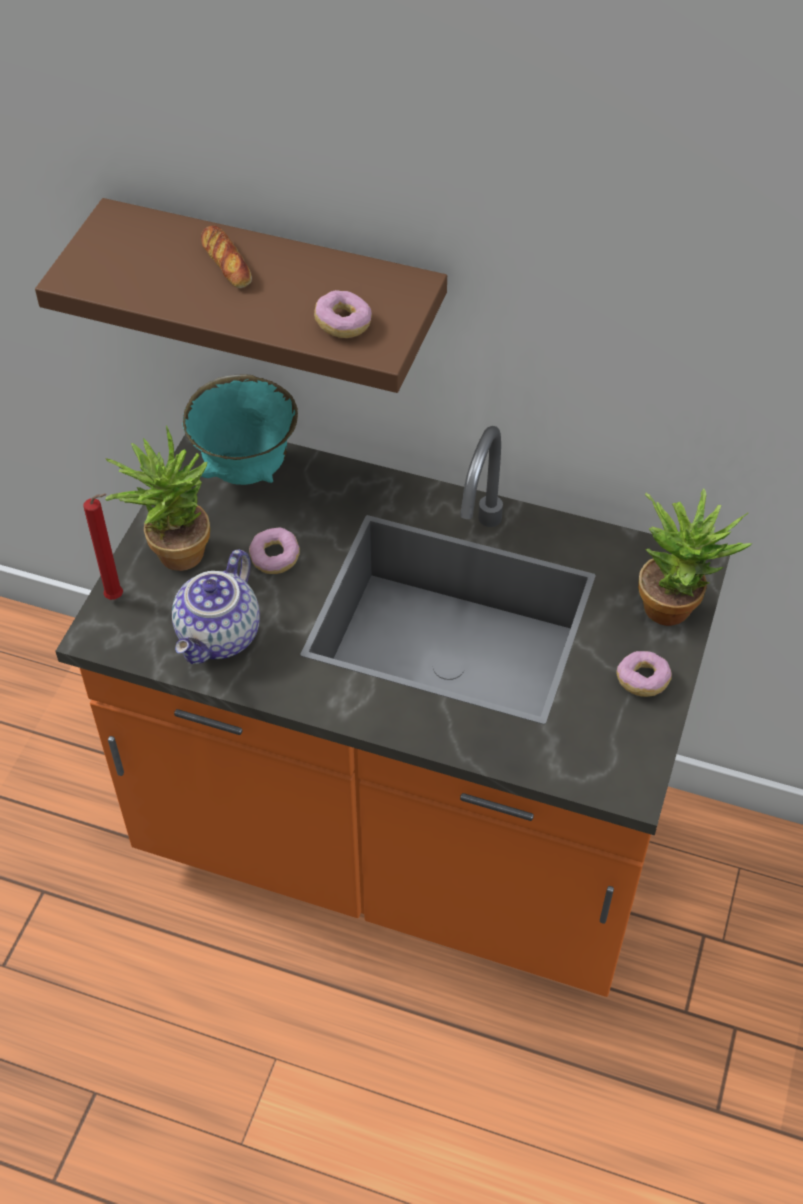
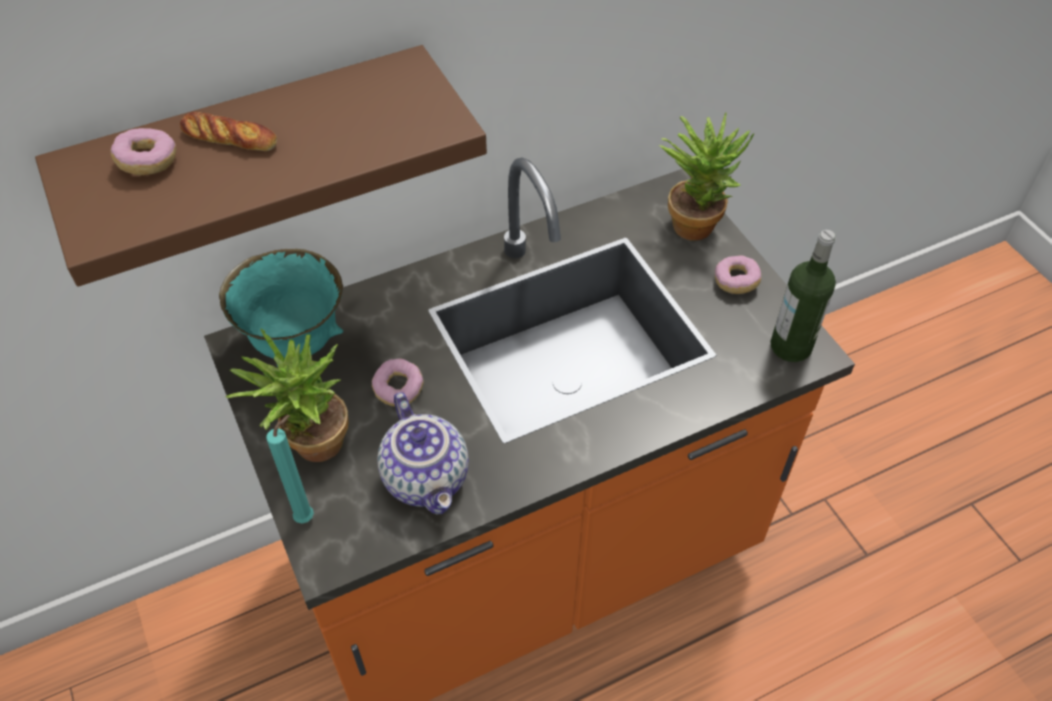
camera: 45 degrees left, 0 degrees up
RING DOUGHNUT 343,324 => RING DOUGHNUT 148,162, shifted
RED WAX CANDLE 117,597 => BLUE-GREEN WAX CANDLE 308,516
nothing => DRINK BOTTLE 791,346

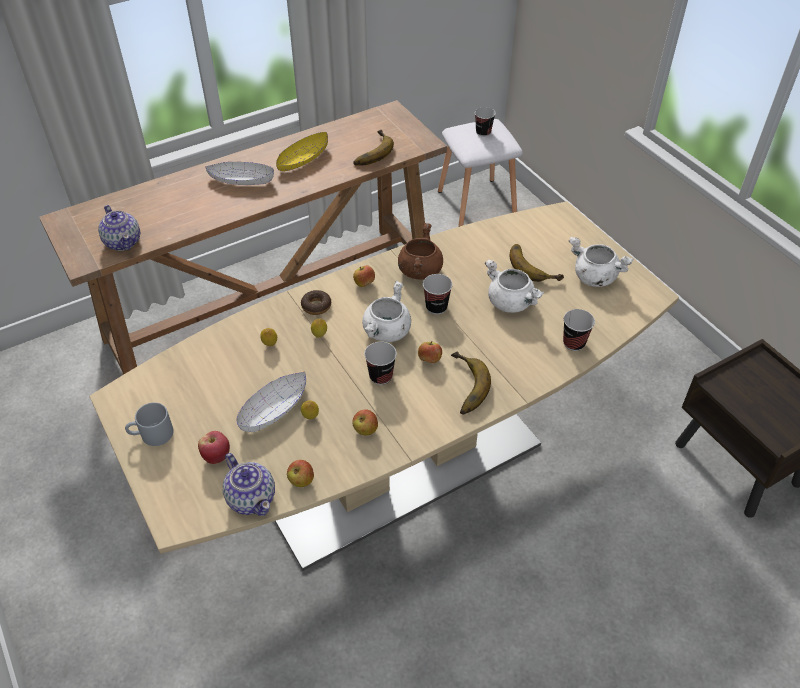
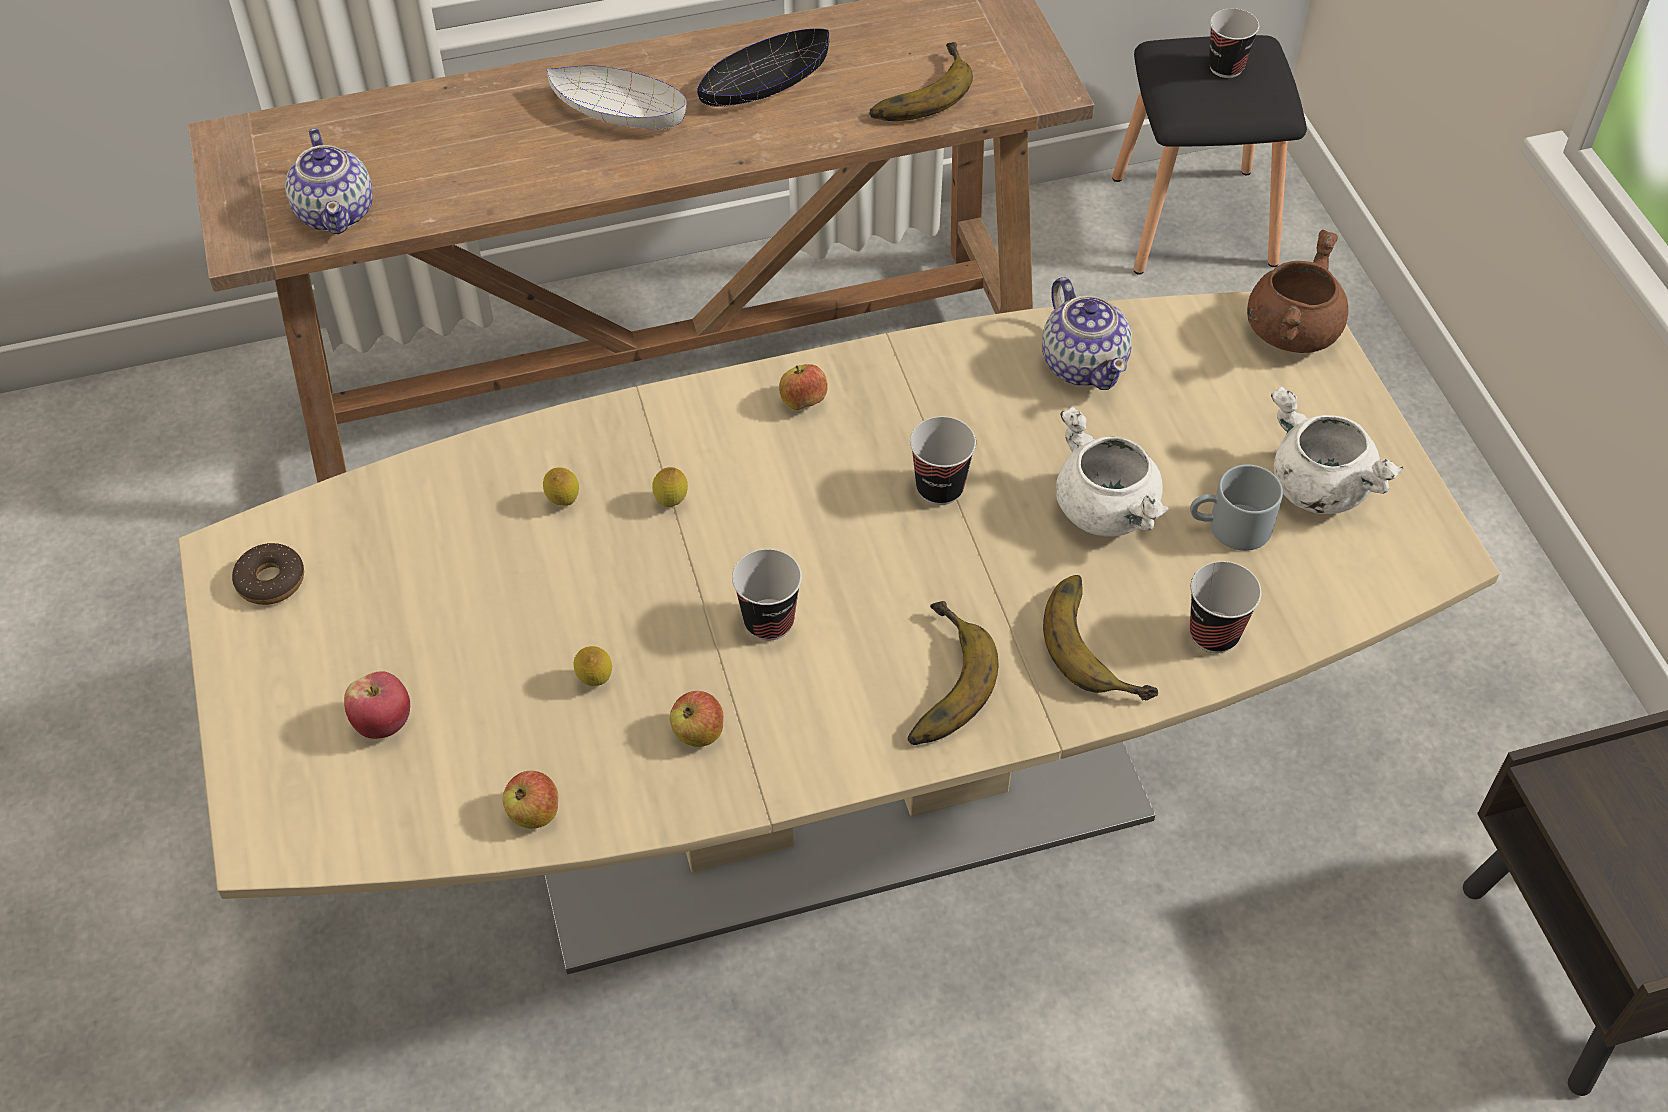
camera: 15 degrees right, 5 degrees up
RING DOUGHNUT 316,306 => RING DOUGHNUT 271,581, shifted
YELLOW BOWL 303,159 => BLACK BOWL 764,85
POT FOR TEA 251,498 => POT FOR TEA 1084,363, shifted
BANANA FRUIT 534,265 => BANANA FRUIT 1101,642, shifted
WHITE STOOL SEAT 475,202 => BLACK STOOL SEAT 1191,218
GREYISH COFFEE MUG 151,435 => GREYISH COFFEE MUG 1229,528, shifted
BROWNISH COOKING POT 419,270 => BROWNISH COOKING POT 1291,330, shifted
WHITE BOWL 274,409 => nothing
WHITE COOKING POT 387,332 => nothing
APPLE FRUIT 429,359 => nothing

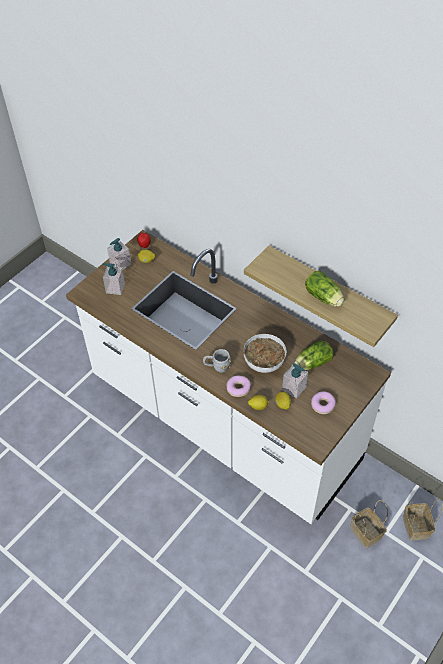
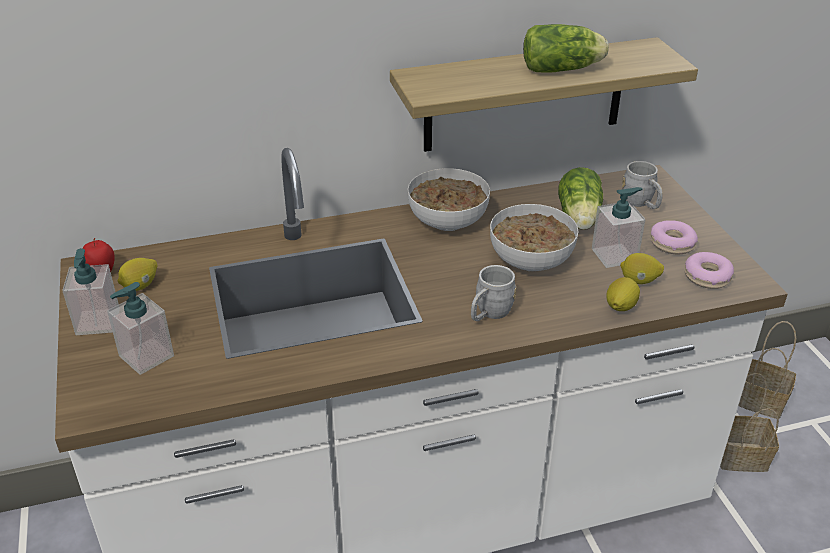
camera: 55 degrees left, 15 degrees down
nothing => BOWL 447,222
nothing => GREYISH COFFEE MUG 641,204
RING DOUGHNUT 238,388 => RING DOUGHNUT 707,276, shifted

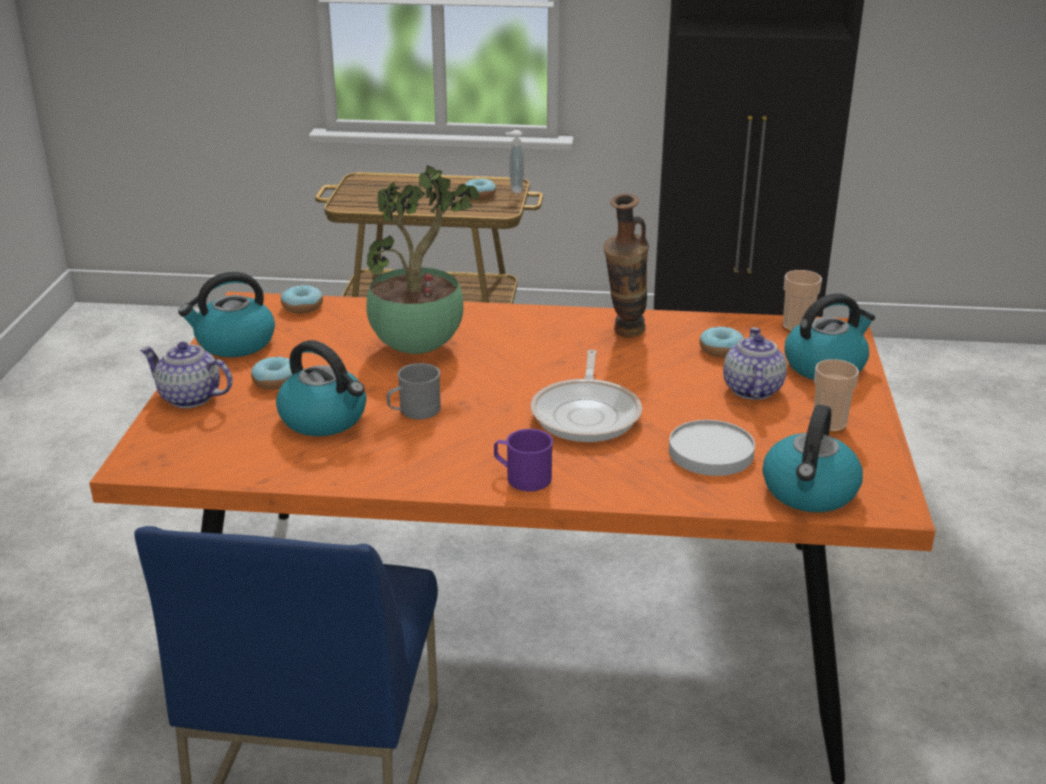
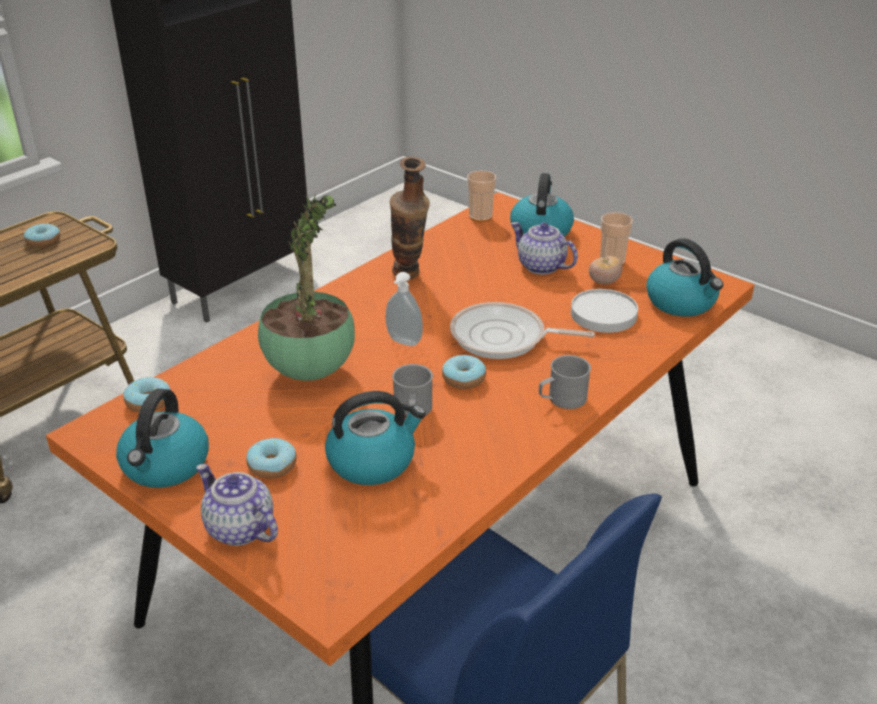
camera: 55 degrees left, 5 degrees up
POT FOR TEA 189,398 => POT FOR TEA 239,529, 75 degrees clockwise
SOAP DISPENSER 515,190 => SOAP DISPENSER 403,342, shifted
RING DOUGHNUT 721,350 => RING DOUGHNUT 463,379, shifted
PAN 587,414 => PAN 503,338, 150 degrees clockwise
PURPLE-COLOURED COFFEE MUG 522,477 => GREYISH COFFEE MUG 562,399
nothing => FRESH TOMATO 604,282

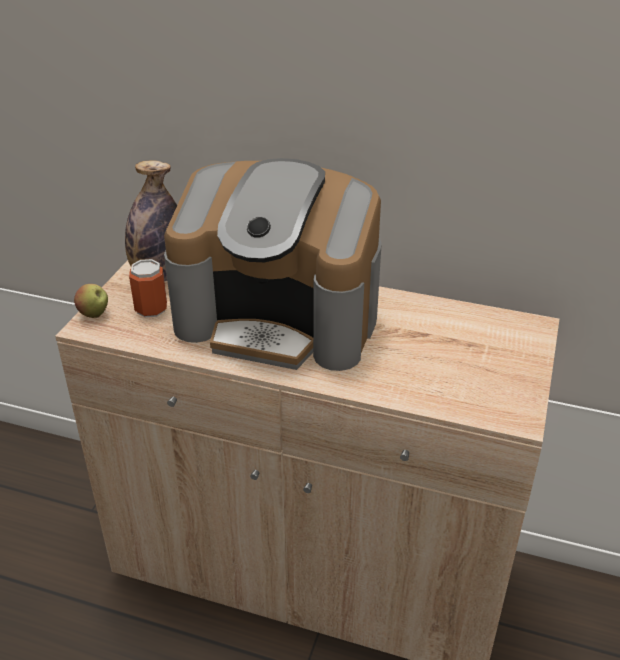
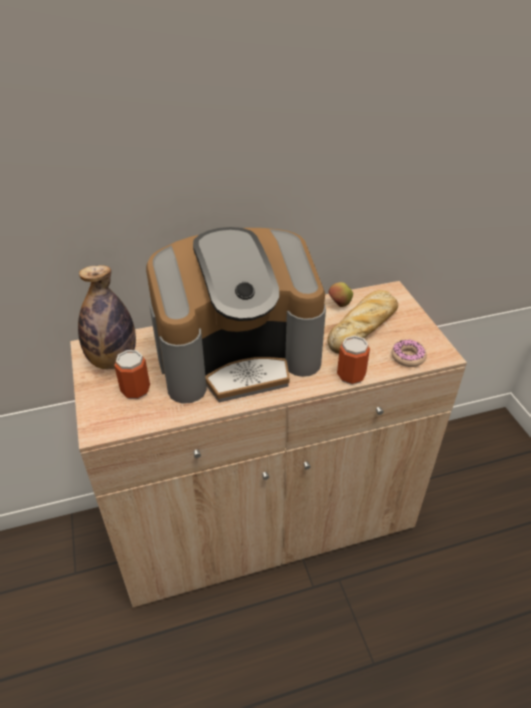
camera: 35 degrees left, 5 degrees up
APPLE FRUIT 94,314 => APPLE FRUIT 339,304, shifted
nothing => BAKERY BREAD 363,326
nothing => METAL CAN 351,375
nothing => RING DOUGHNUT 408,357

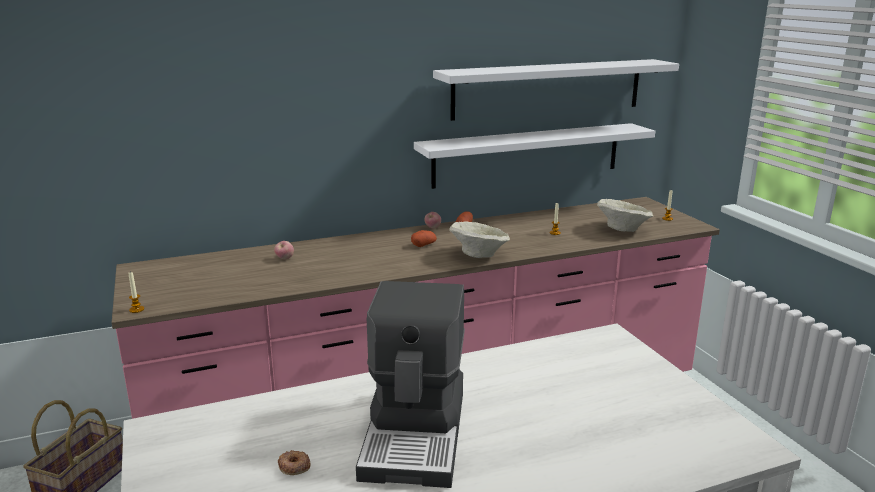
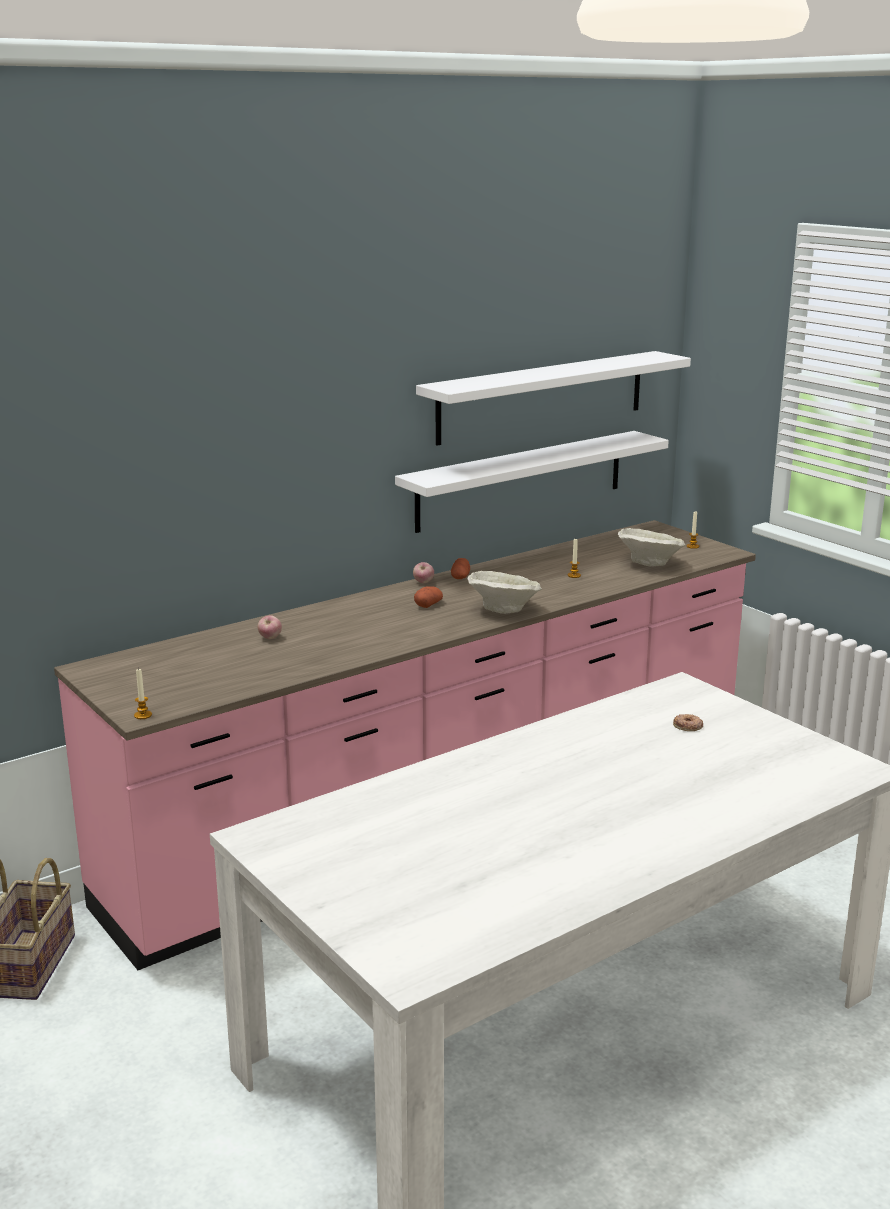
camera: 15 degrees left, 0 degrees up
RING DOUGHNUT 294,466 => RING DOUGHNUT 688,726, shifted
COFFEE MACHINE 416,434 => nothing

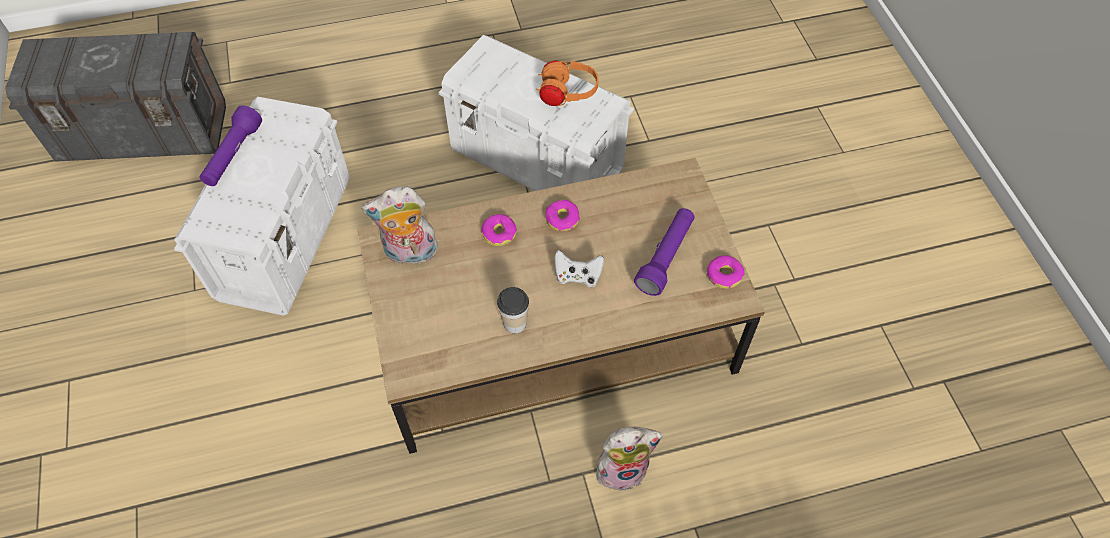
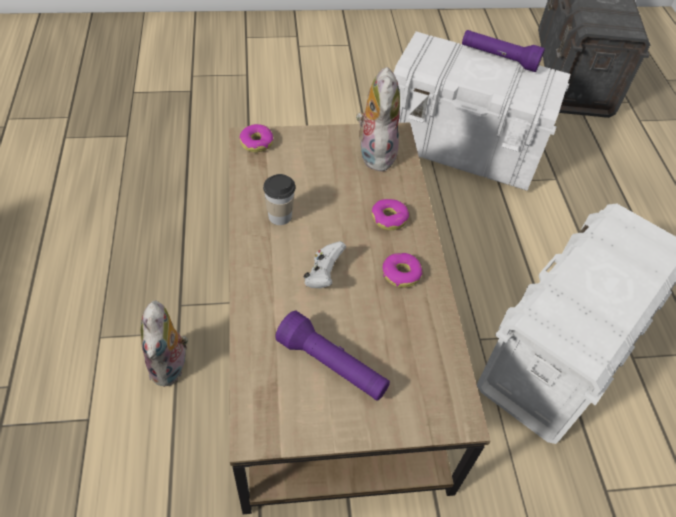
camera: 95 degrees right, 5 degrees down
RING DOUGHNUT 724,275 => RING DOUGHNUT 256,142, shifted
ORANGE HEADPHONES 567,94 => nothing

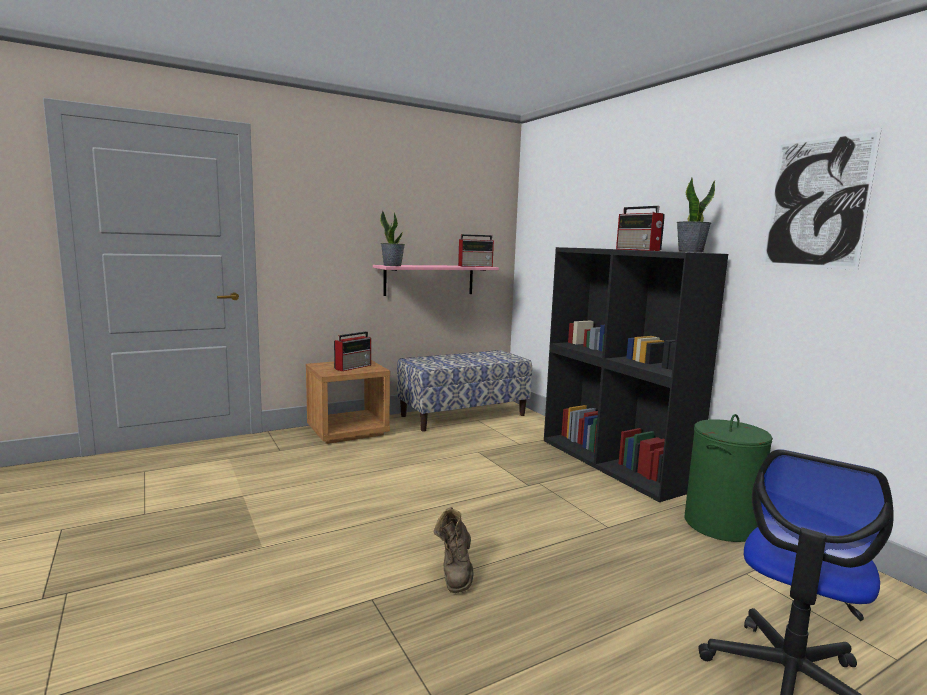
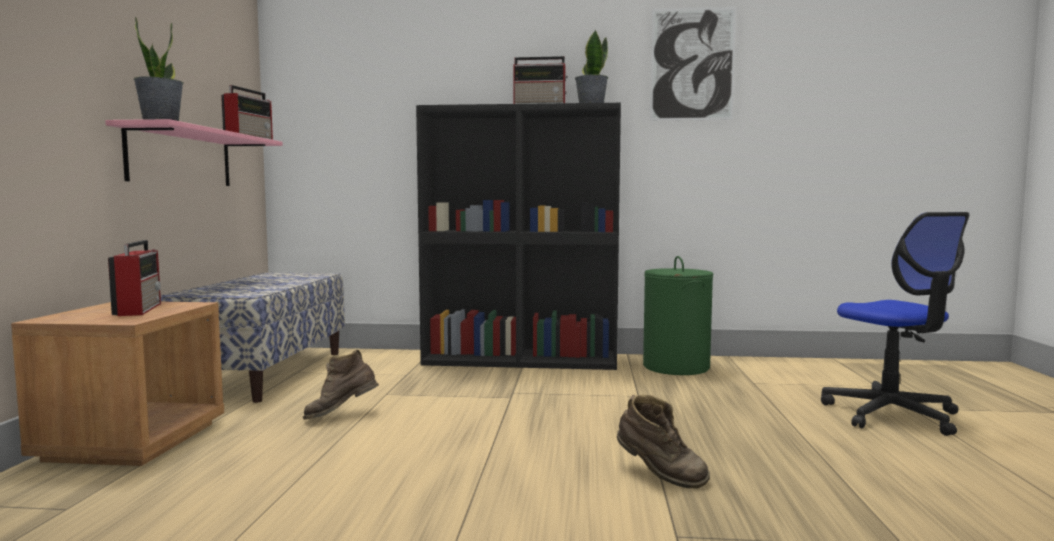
camera: 55 degrees left, 5 degrees down
nothing => BROWNISH TALL BOOT 341,415

